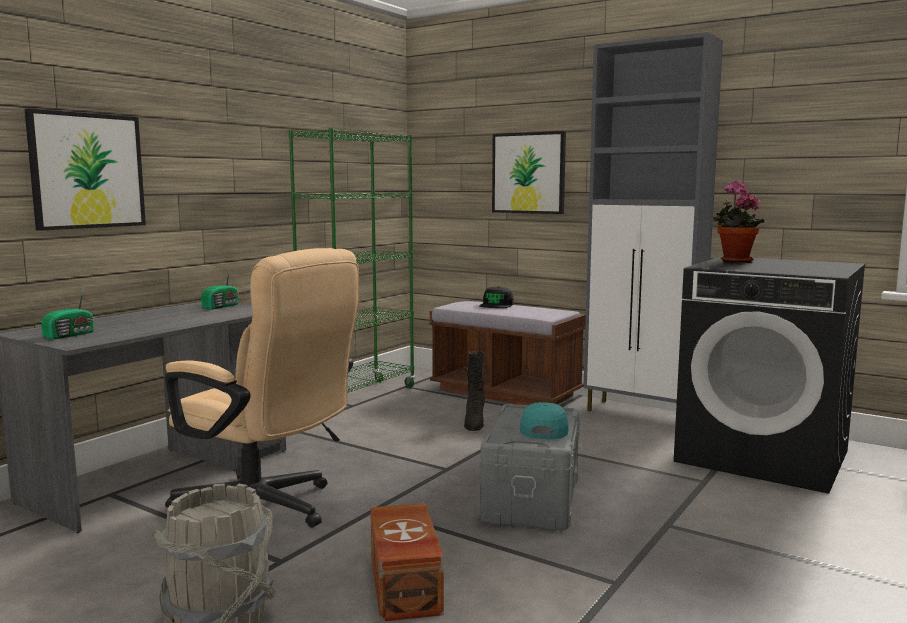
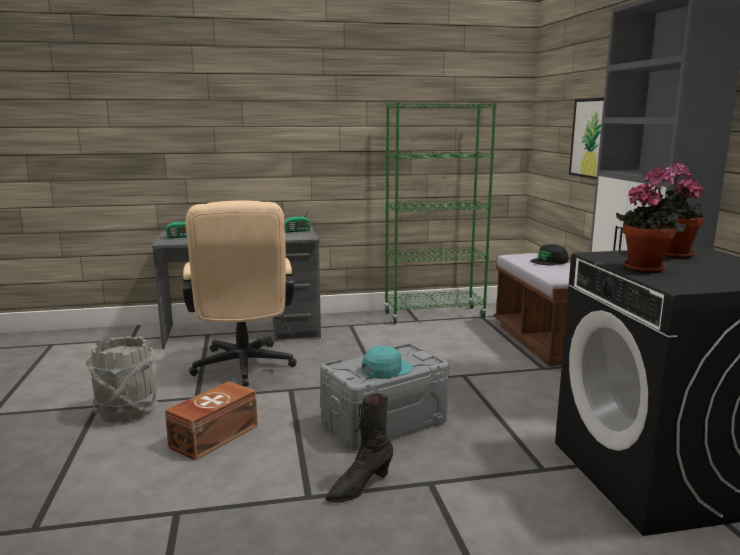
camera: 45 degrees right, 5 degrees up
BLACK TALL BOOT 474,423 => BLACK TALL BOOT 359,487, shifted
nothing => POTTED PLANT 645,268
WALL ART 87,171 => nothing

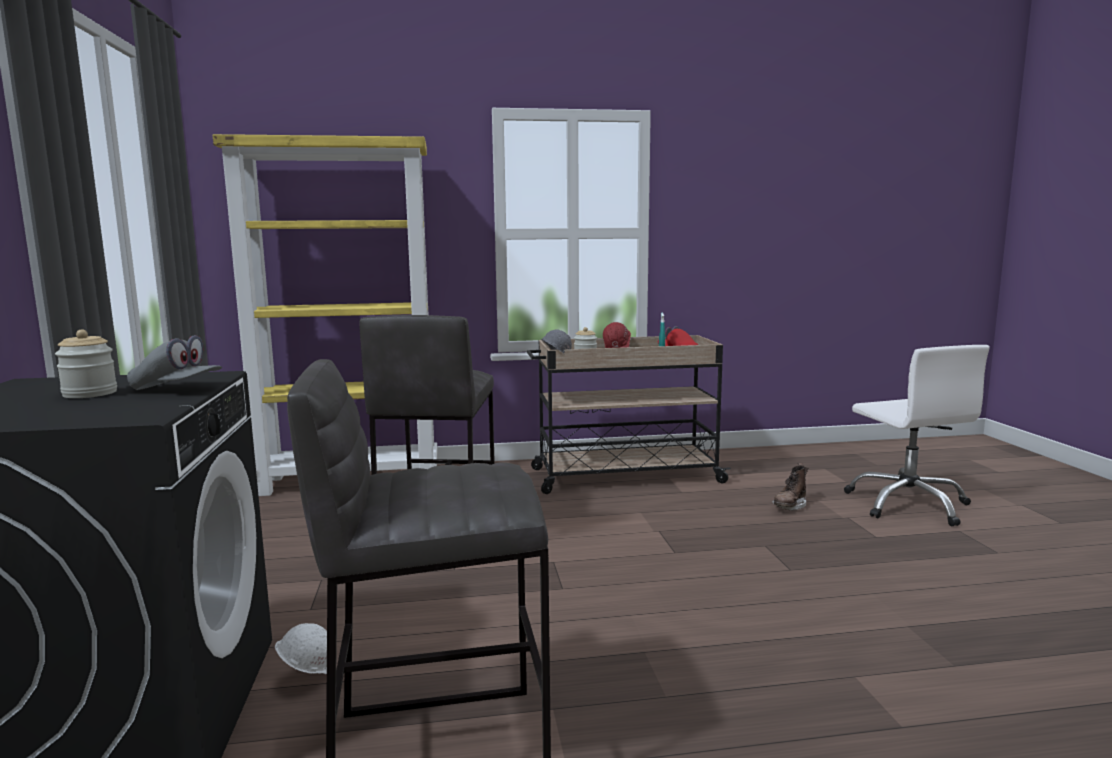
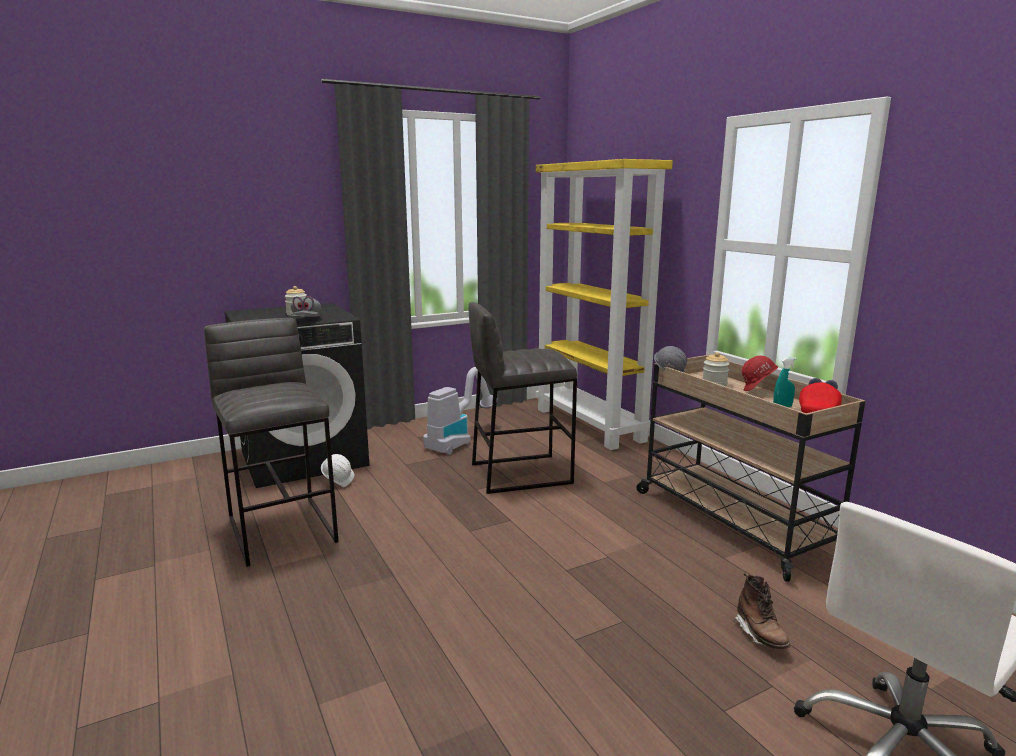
camera: 70 degrees right, 5 degrees up
nothing => VACUUM 458,441
BROWNISH TALL BOOT 789,506 => BROWNISH TALL BOOT 760,634, 120 degrees counterclockwise

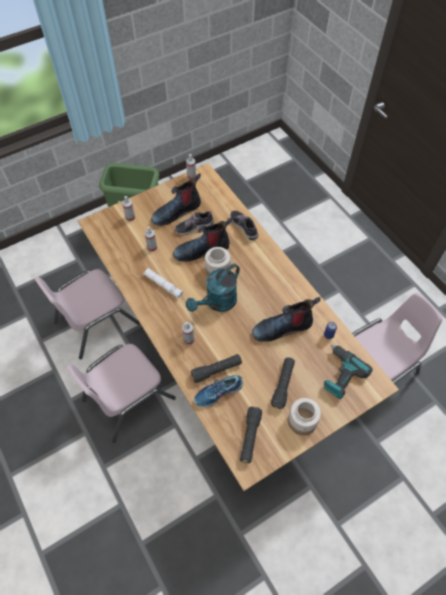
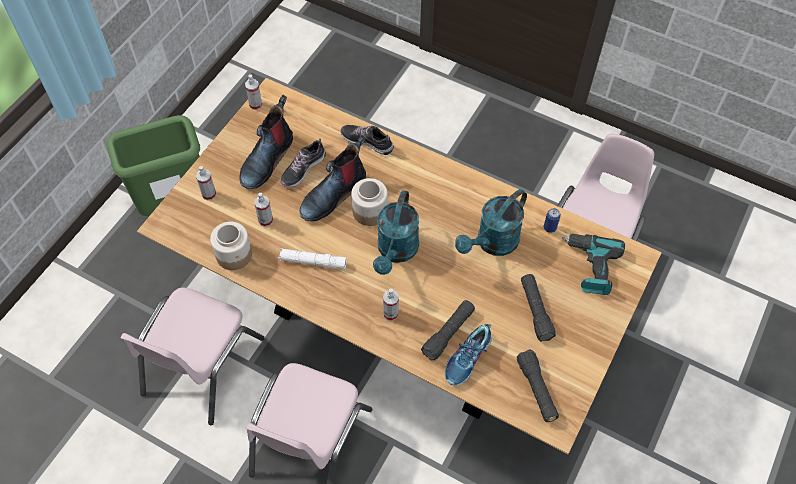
camera: 30 degrees left, 0 degrees up
PRESERVE JAR 302,421 => PRESERVE JAR 234,255, shifted
TALL BOOT 283,327 => BLUE-GREEN SPRINKLING CAN 492,243

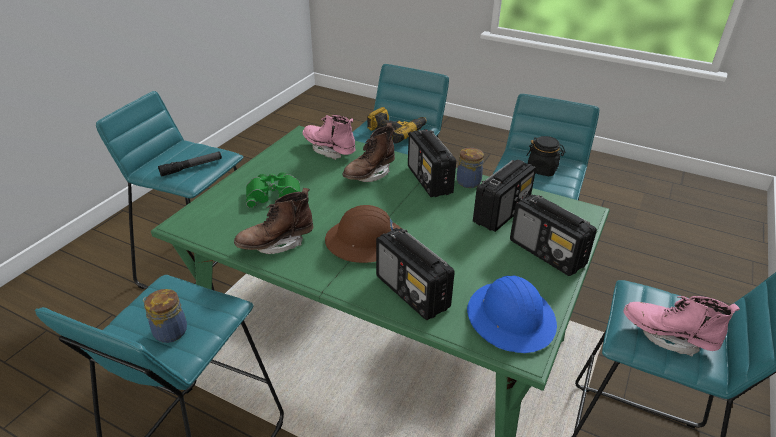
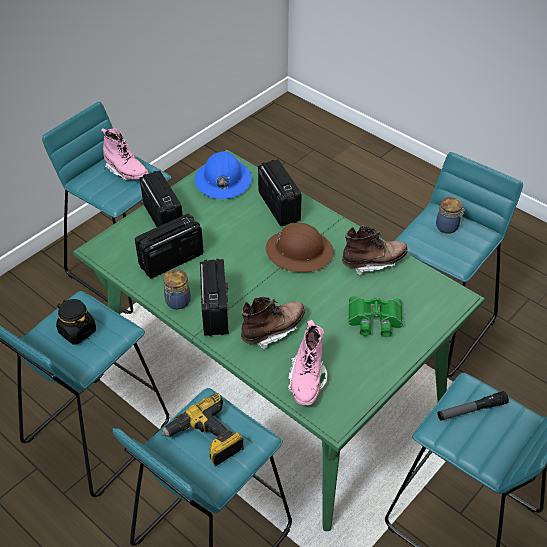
camera: 165 degrees left, 10 degrees up
PINK TALL BOOT 329,150 => PINK TALL BOOT 307,381, 45 degrees clockwise

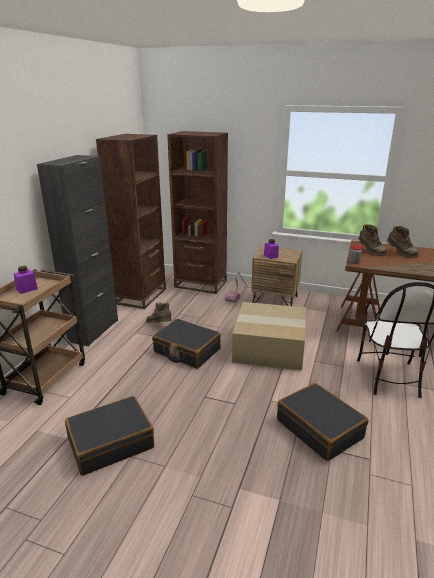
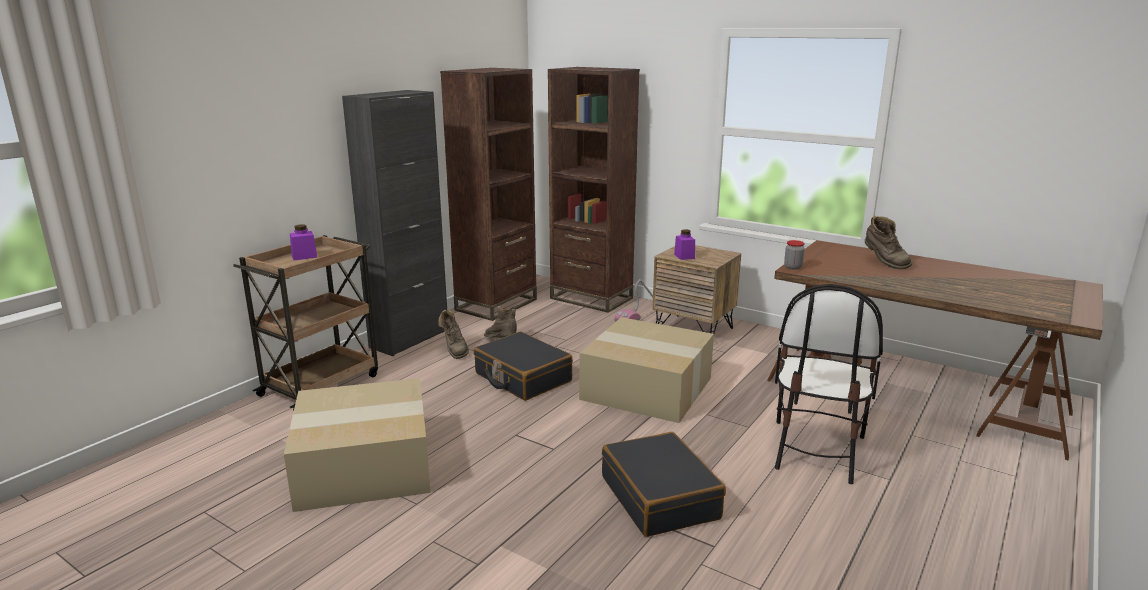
camera: 15 degrees right, 5 degrees down
BLACK TRAVEL CASE 110,442 => CARTON 362,467
BROWNISH TALL BOOT 370,252 => BROWNISH TALL BOOT 455,350, shifted

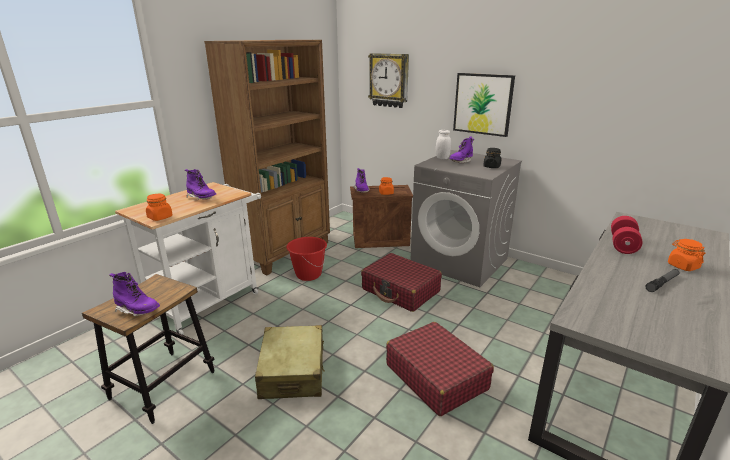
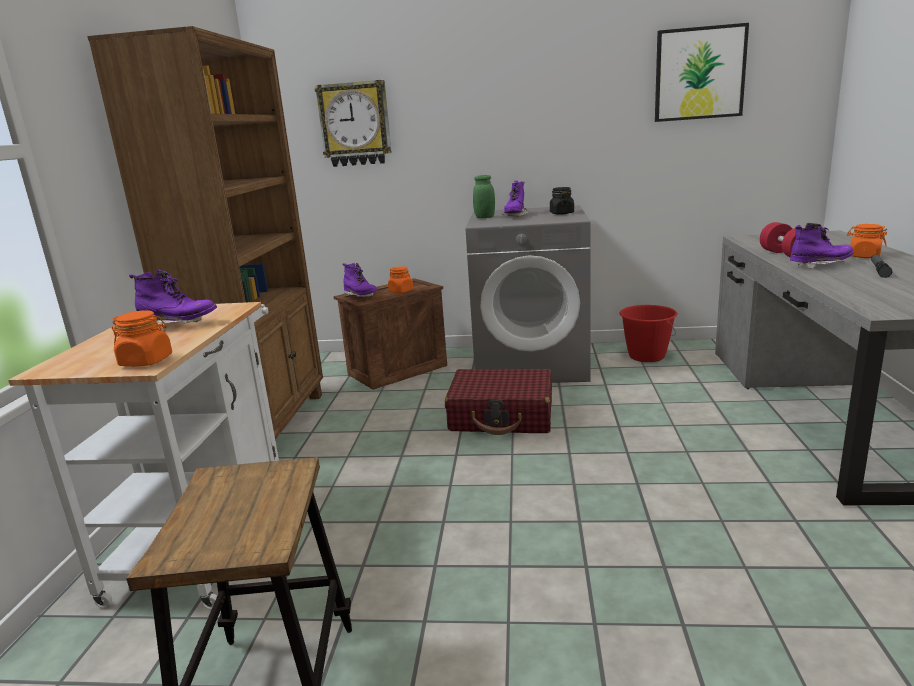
camera: 30 degrees left, 5 degrees down
WHITE PRESERVE JAR 442,158 => GREENISH PRESERVE JAR 484,217
RED BUCKET 308,274 => RED BUCKET 646,356, shifted
WALL ART 483,104 => WALL ART 699,74, shifted
PURPLE-COLOURED TALL BOOT 138,310 => PURPLE-COLOURED TALL BOOT 820,265, shifted
BEIGE TRAVEL CASE 293,372 => nothing
RED TRAVEL CASE 436,376 => nothing

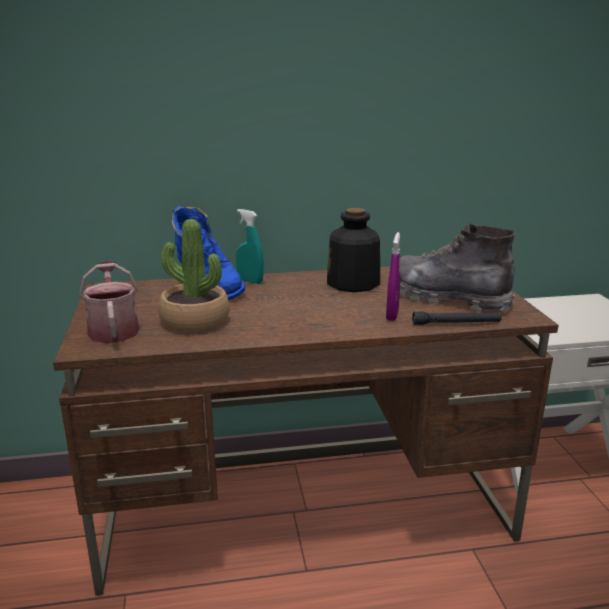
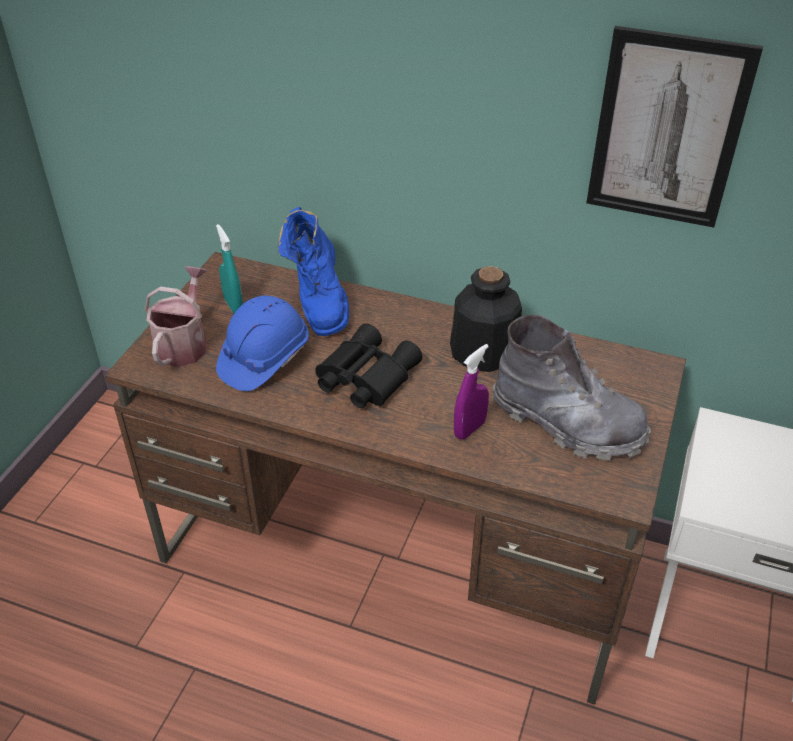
camera: 30 degrees right, 20 degrees up
BLUE-GREEN SPRAY BOTTLE 250,281 => BLUE-GREEN SPRAY BOTTLE 233,305, shifted
POTTED PLANT 194,321 => BLUE-COLOURED SAFETY HELMET 264,359
nothing => BLACK BINOCULARS 364,377
GREYISH TALL BOOT 448,298 => GREYISH TALL BOOT 567,423, 150 degrees clockwise
nothing => WALL ART 667,130
BLACK TORCH 456,323 => nothing

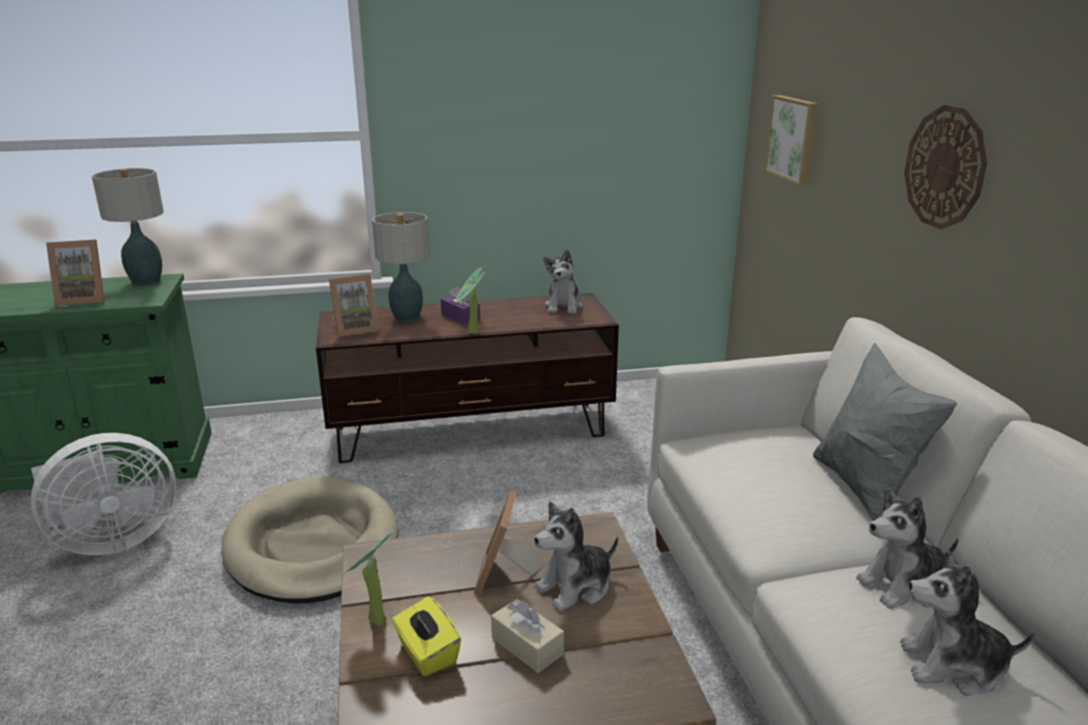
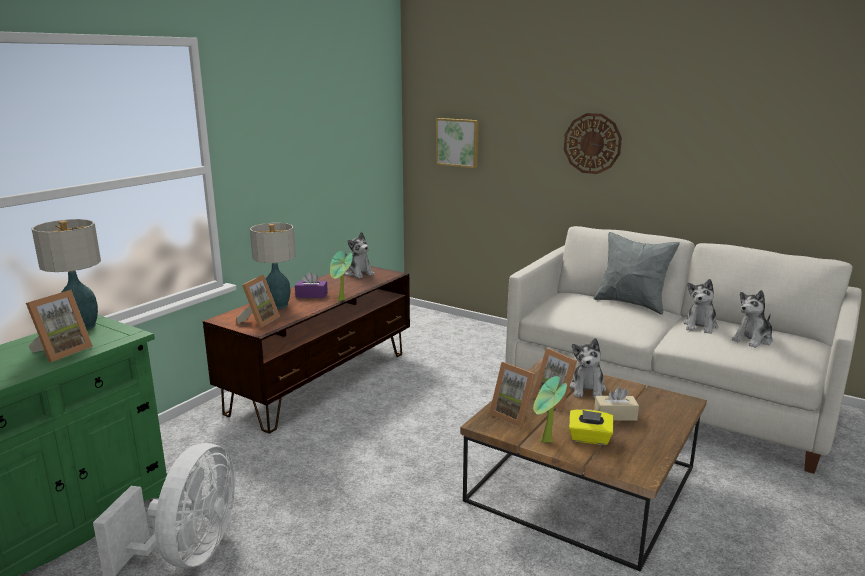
camera: 45 degrees left, 5 degrees down
nothing => STANDING FRAME 513,415
BEIGE DOG BED 313,546 => nothing

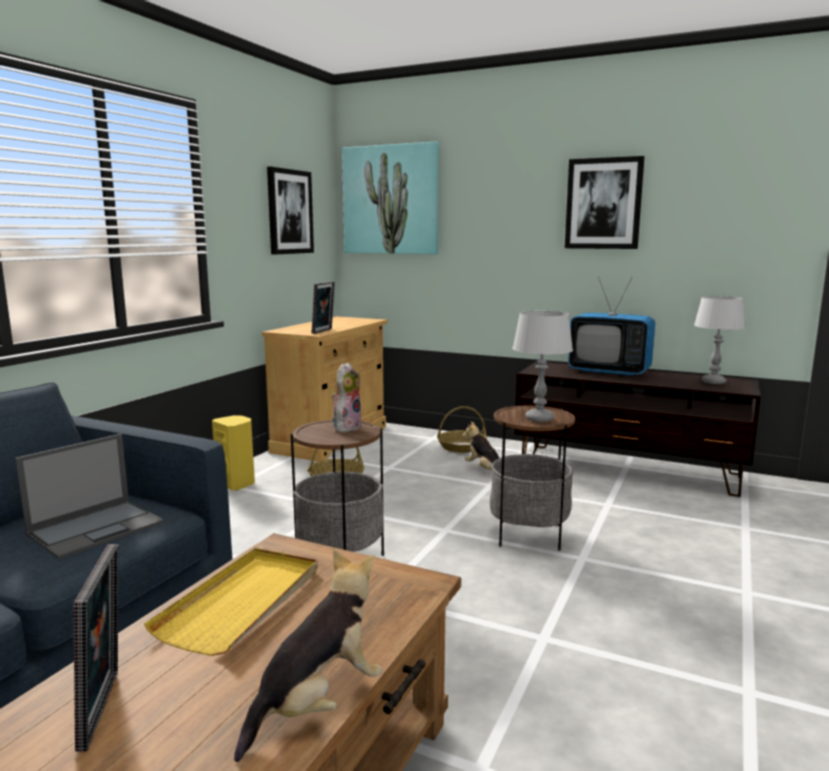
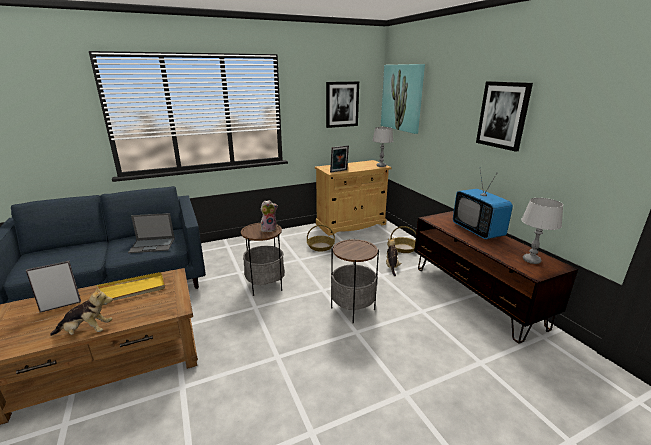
camera: 40 degrees right, 10 degrees up
STANDING FRAME 106,708 => STANDING FRAME 61,305, 150 degrees counterclockwise
GREYISH LAMP FOR A TABLE 539,419 => GREYISH LAMP FOR A TABLE 381,166, shifted
YELLOW SPEAKER 237,484 => nothing

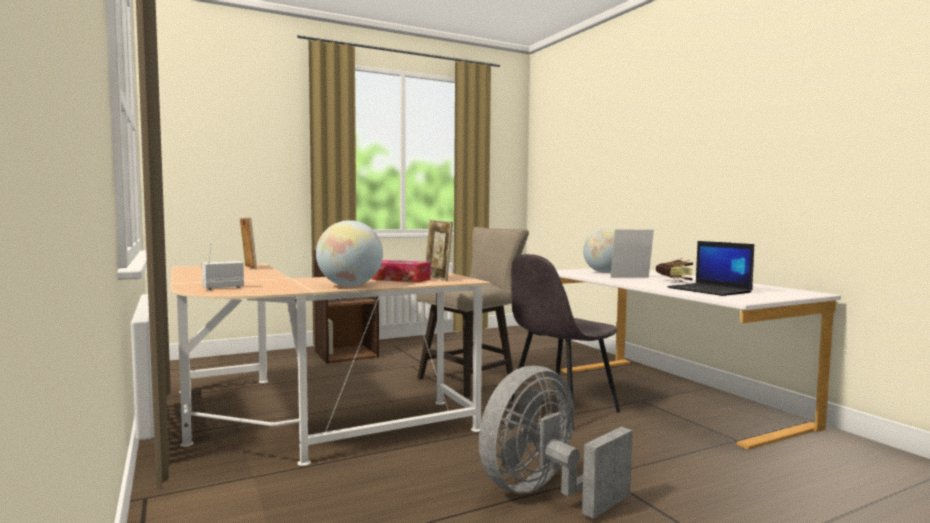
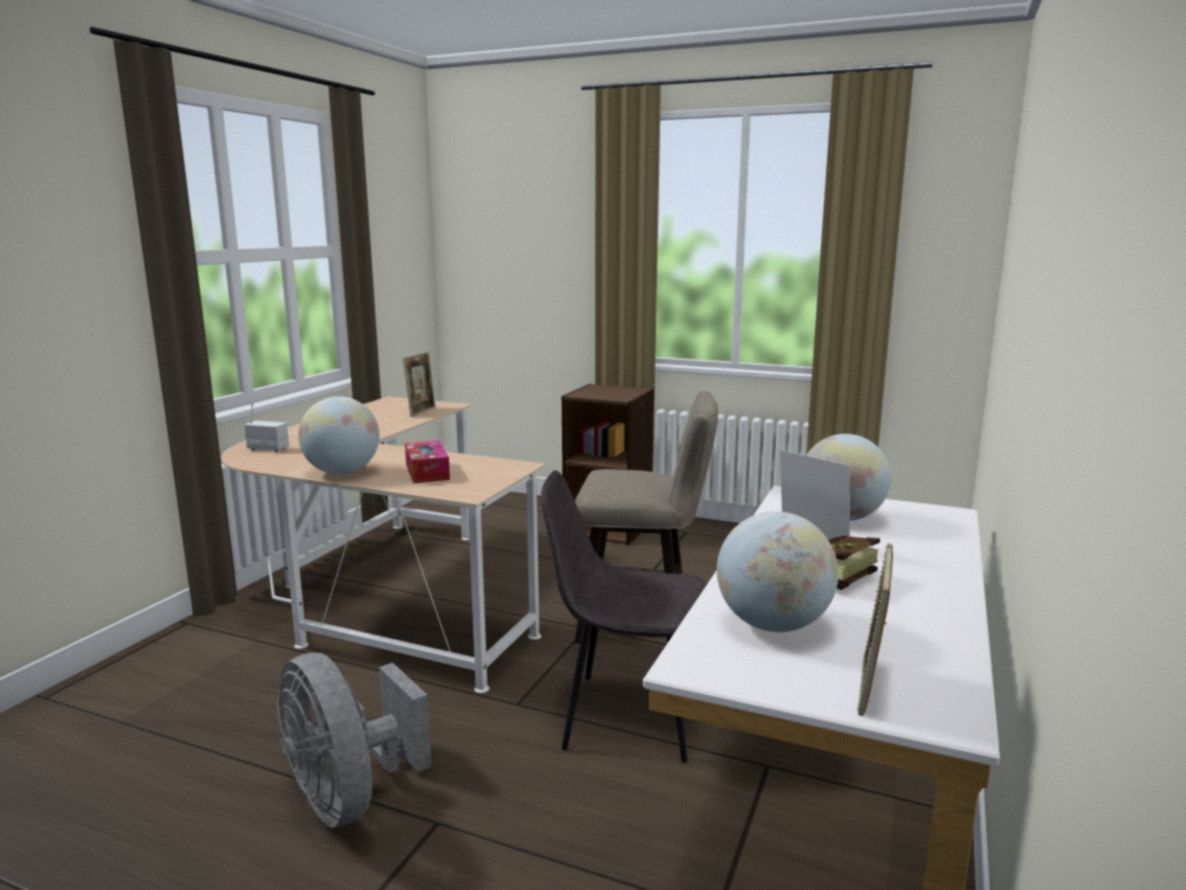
camera: 50 degrees right, 10 degrees up
GREYISH FAN 544,493 => GREYISH FAN 349,797, 135 degrees counterclockwise
NOTEBOOK COMPUTER 710,290 => GLOBE 773,625
STANDING FRAME 437,278 => STANDING FRAME 869,687, shifted

